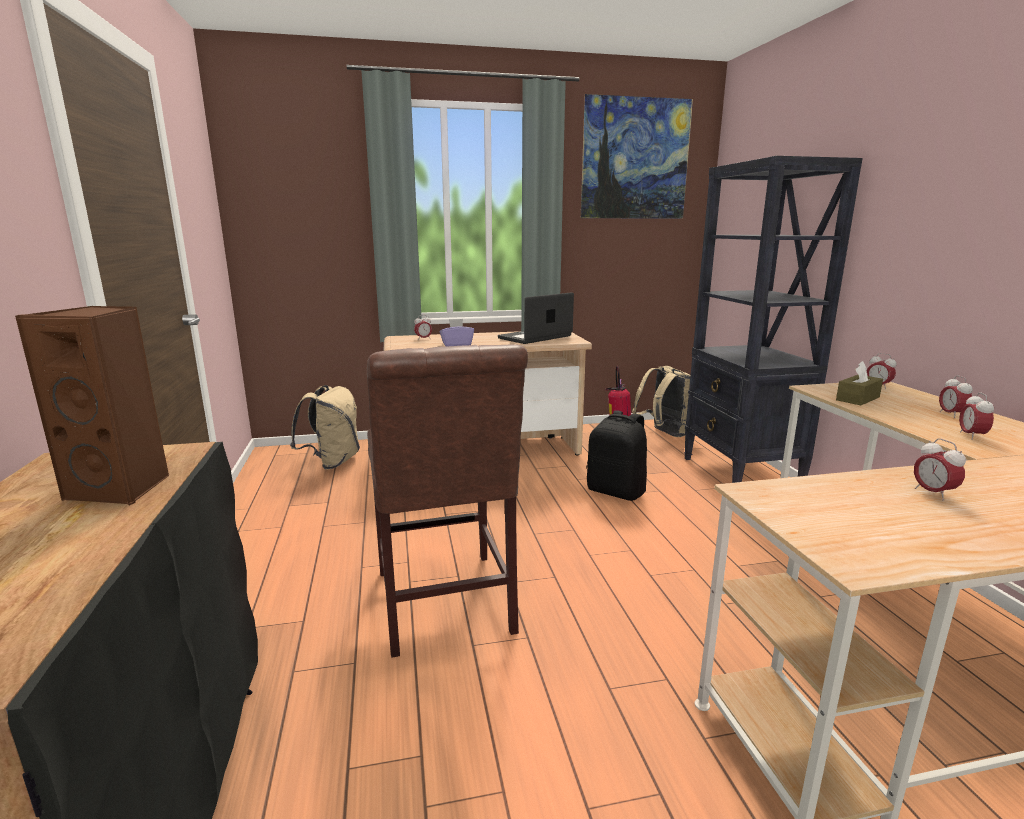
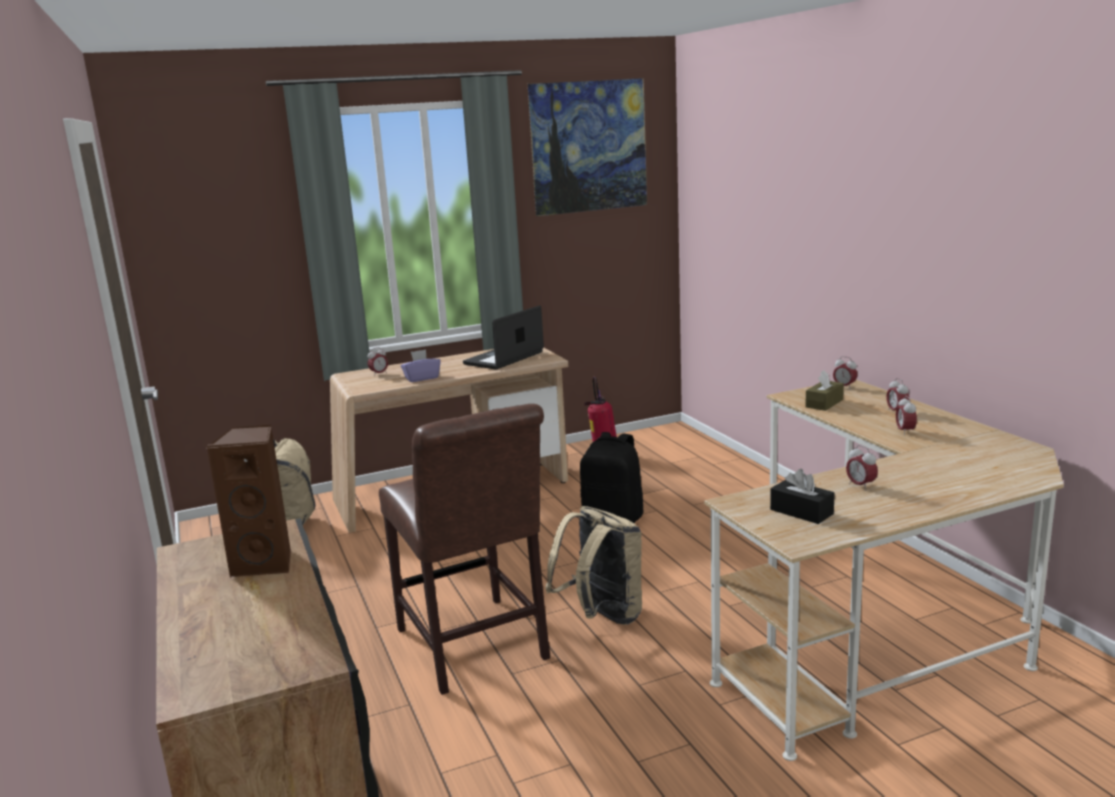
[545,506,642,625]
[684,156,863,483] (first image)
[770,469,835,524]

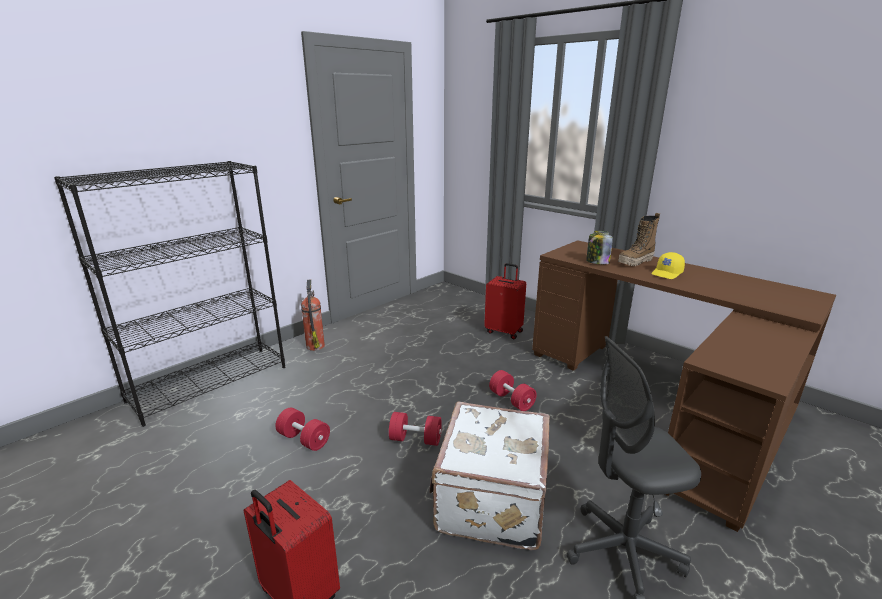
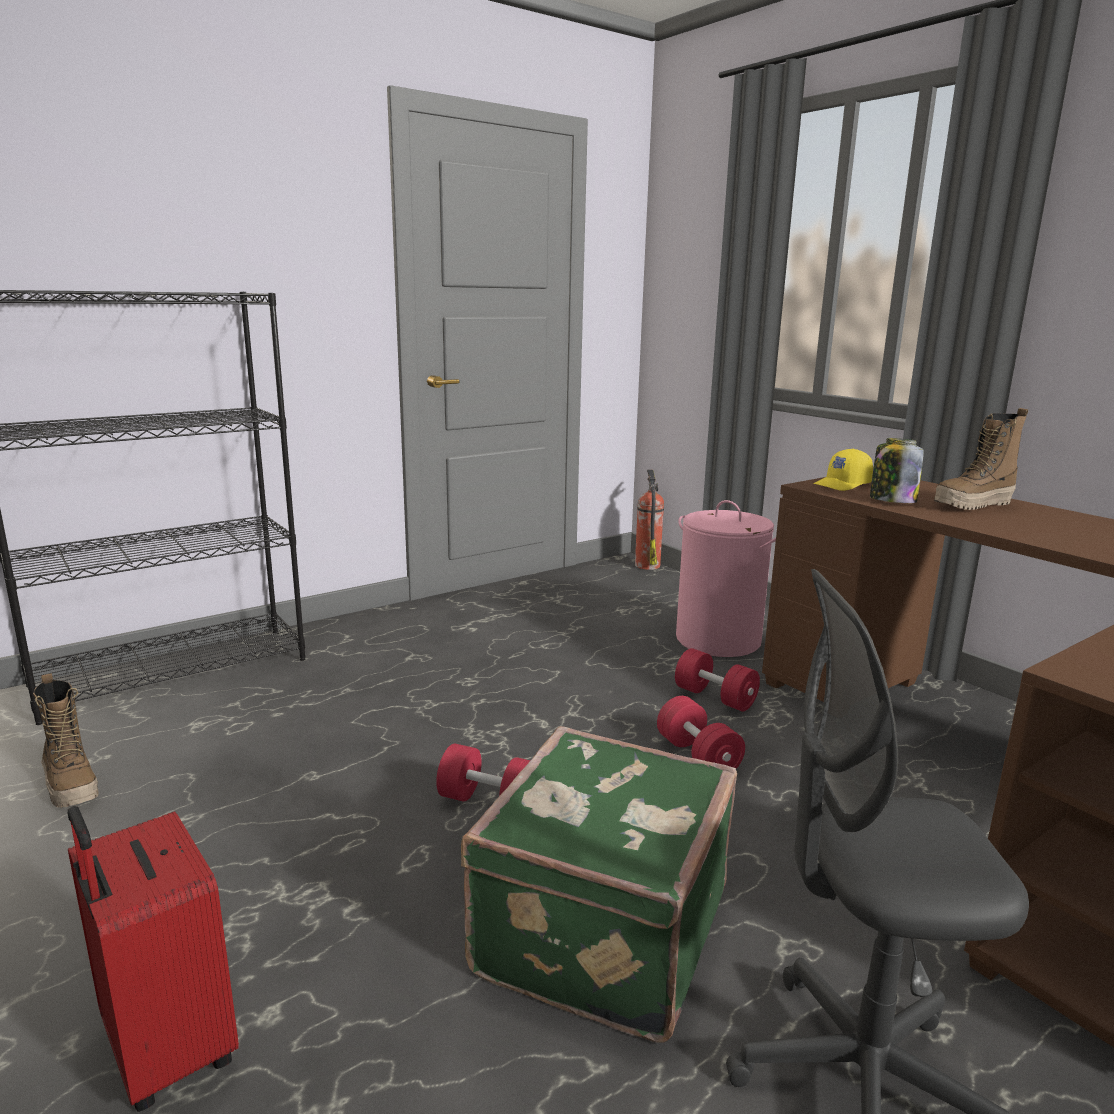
[675,648,760,711]
[635,470,664,570]
[461,726,737,1043]
[676,500,776,657]
[813,449,873,491]
[33,673,99,808]

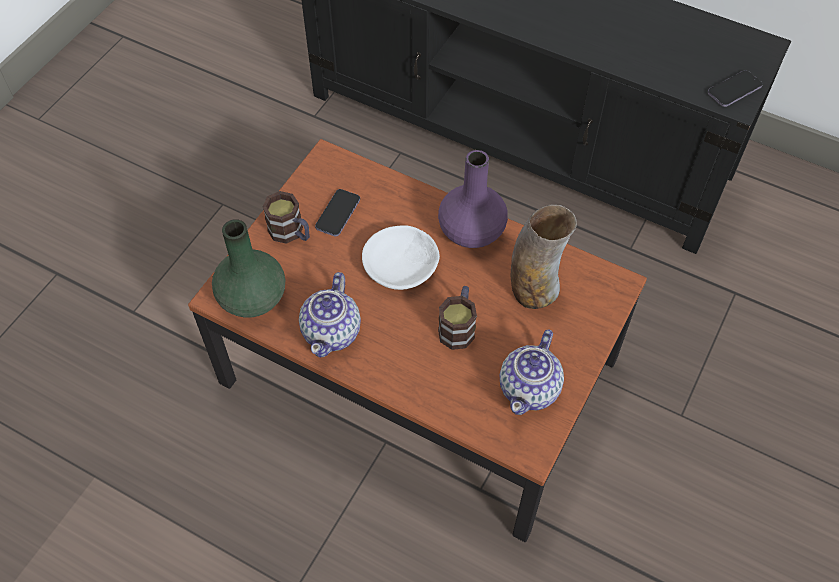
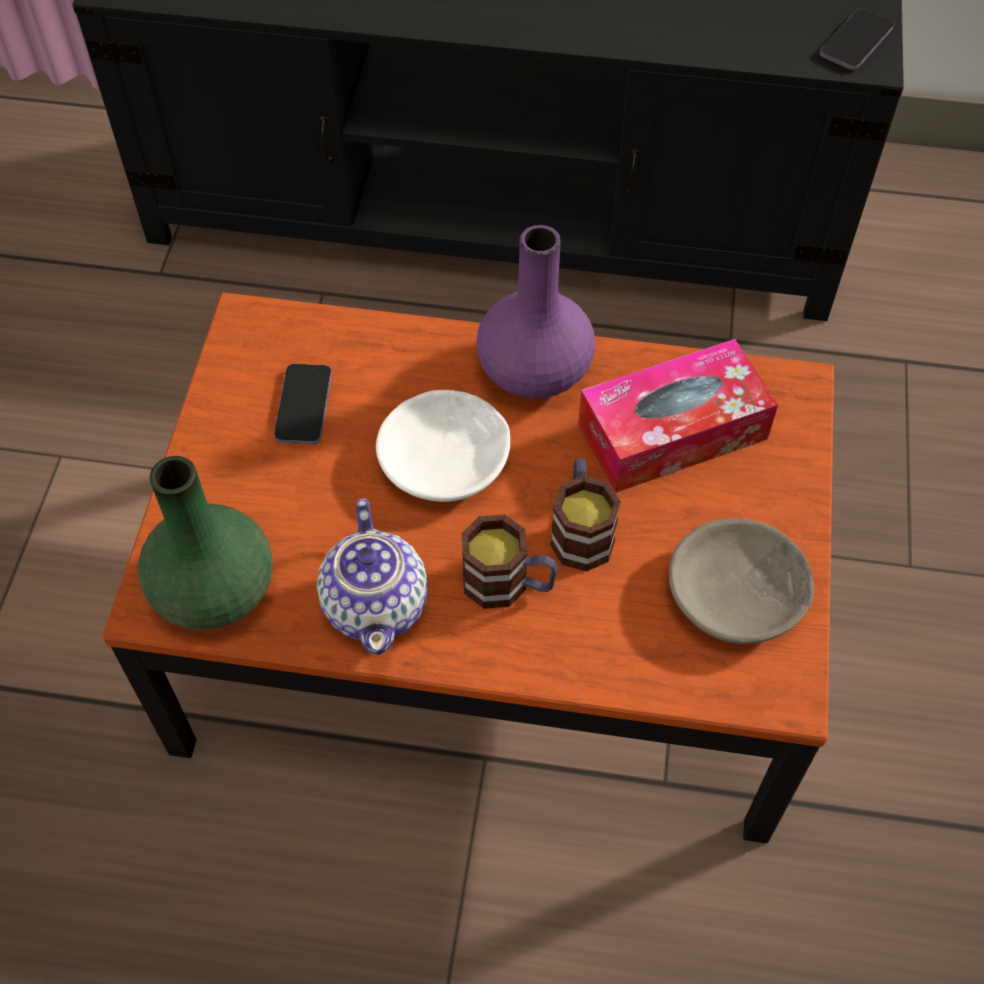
[461,514,558,609]
[669,518,814,644]
[578,339,778,493]

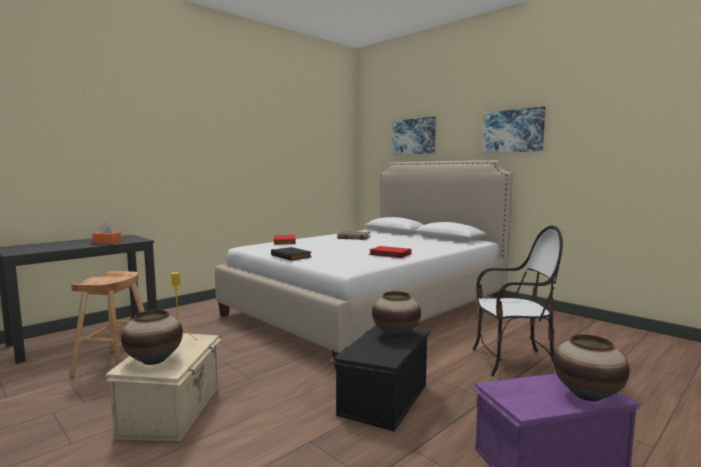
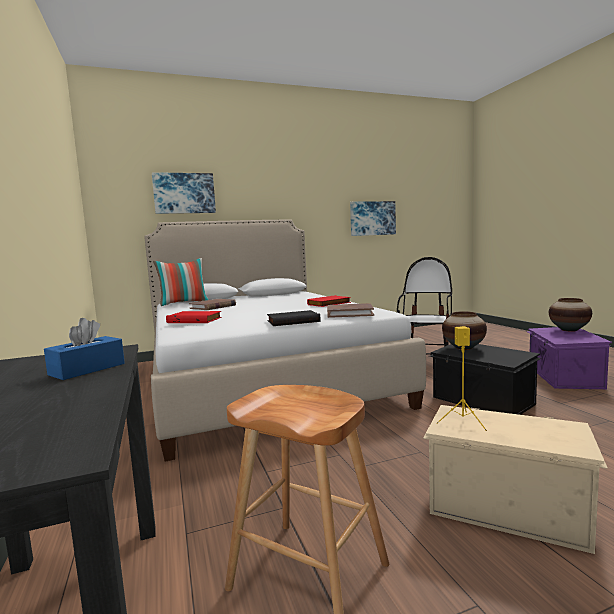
[44,318,125,380]
[121,310,183,365] (first image)
[350,201,396,236]
[153,258,209,306]
[327,303,374,318]

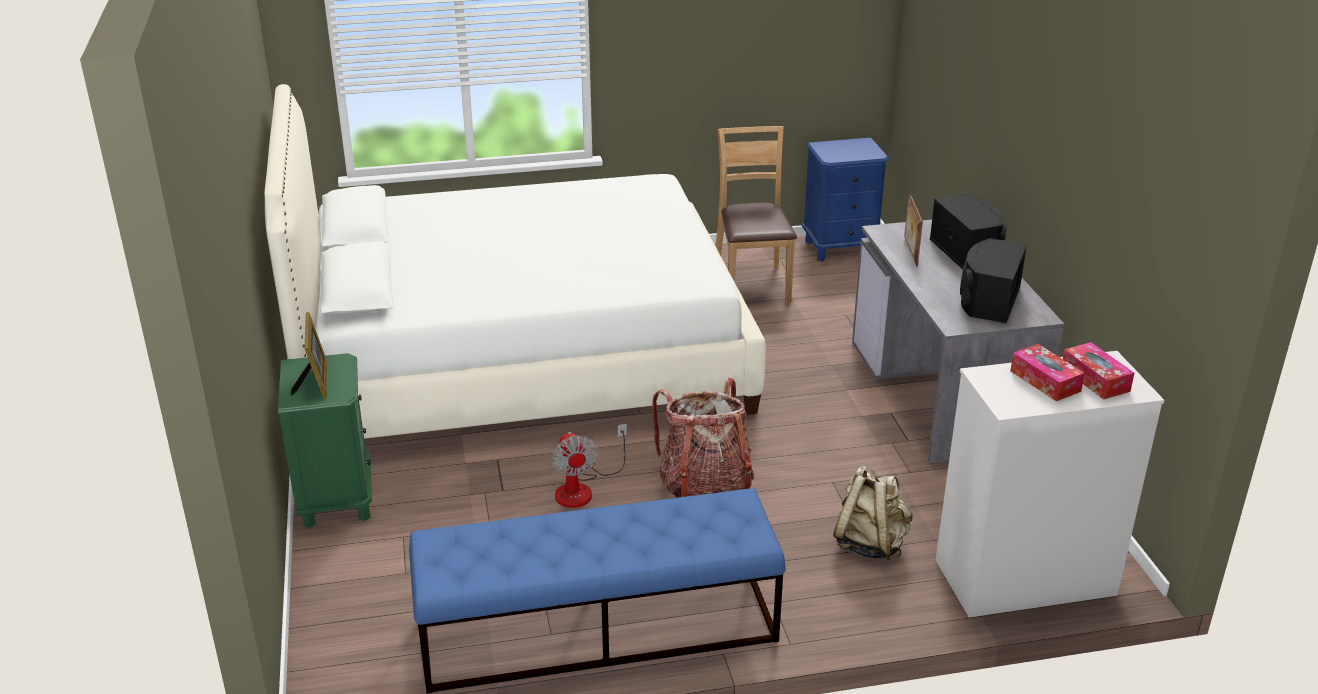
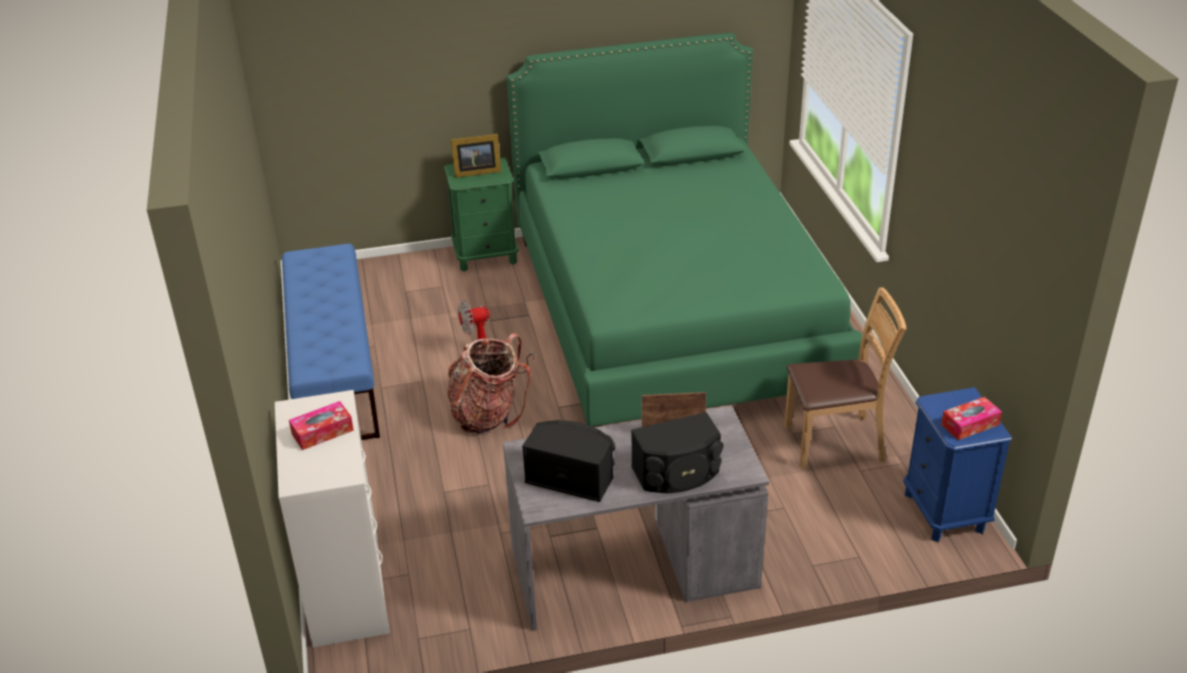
[507,33,862,427]
[833,465,913,560] (first image)
[941,397,1002,440]

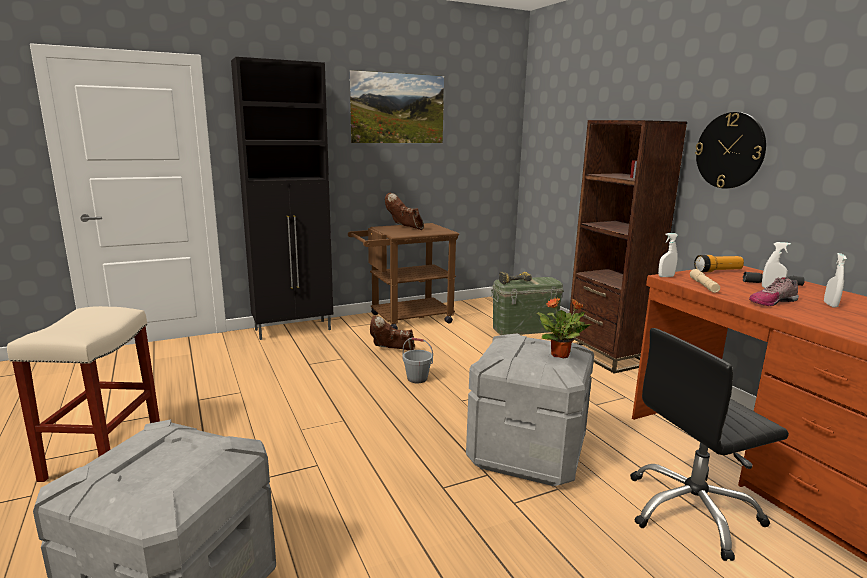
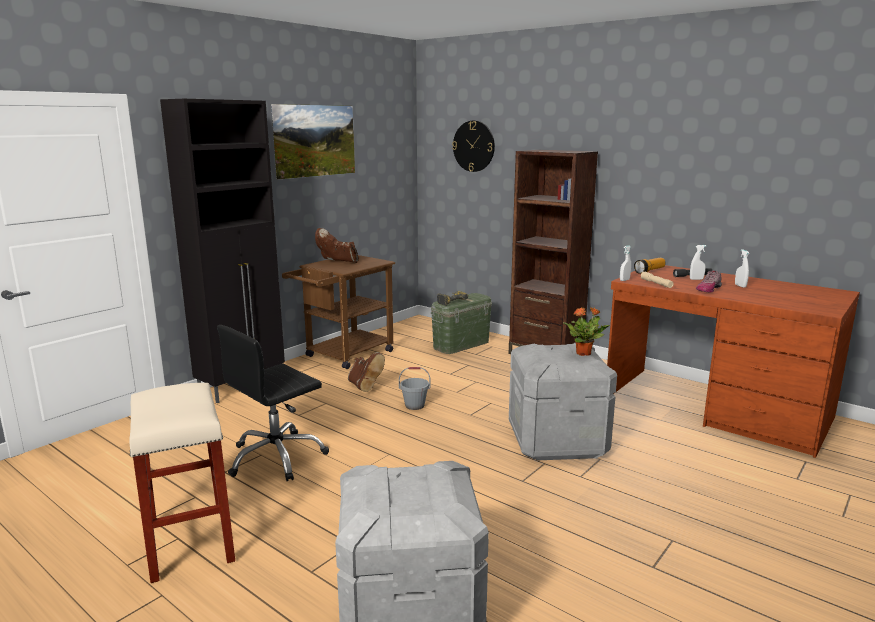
[348,352,385,392]
[217,325,329,481]
[452,120,495,172]

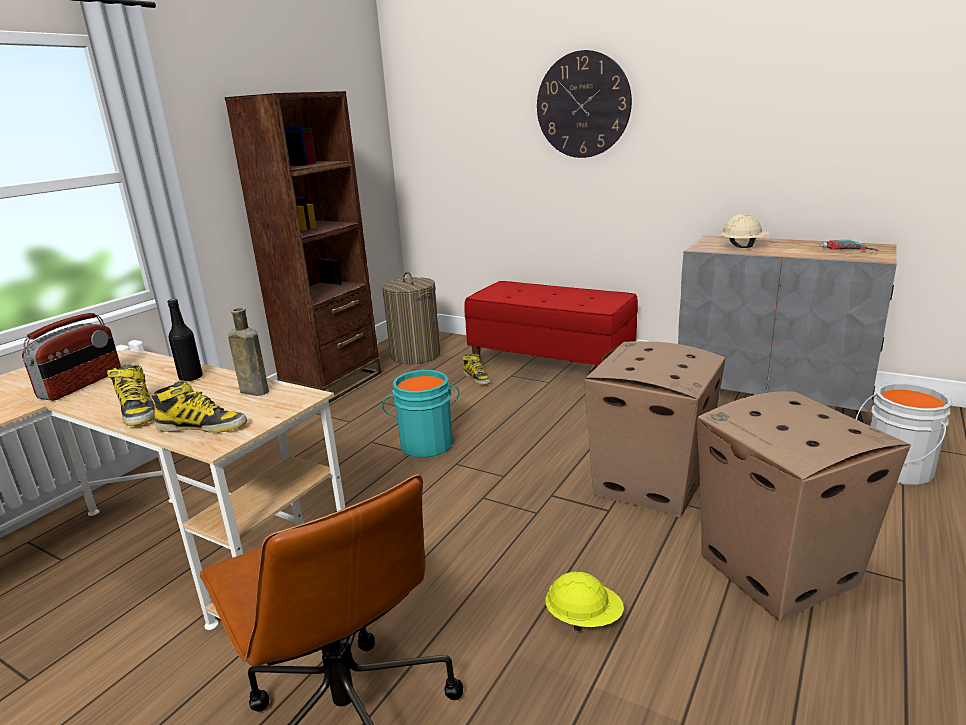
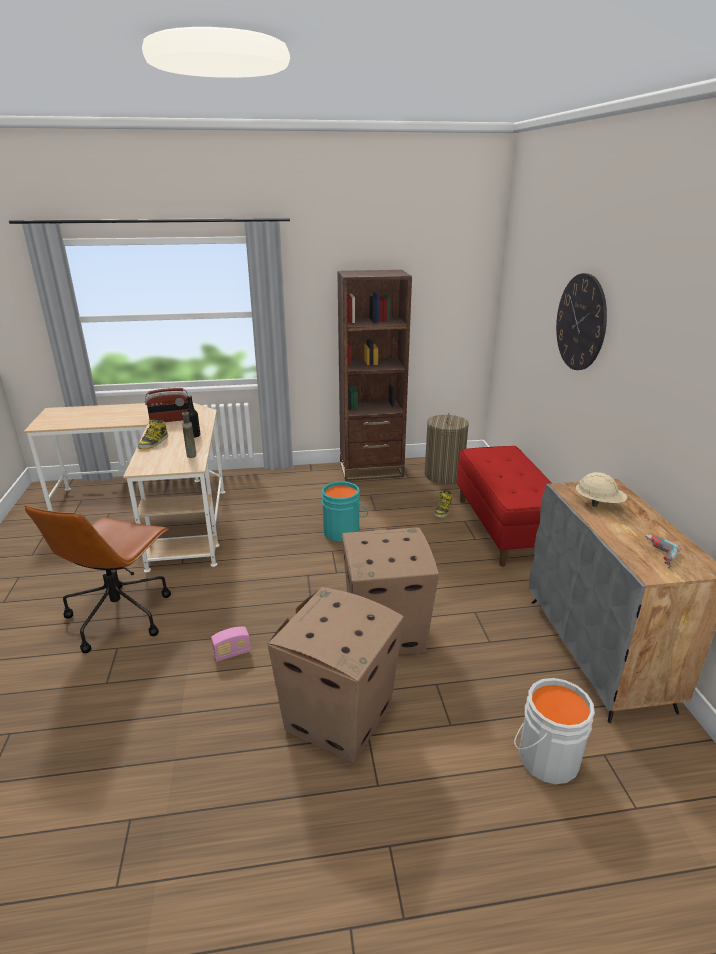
[152,380,247,433] (first image)
[211,627,251,661]

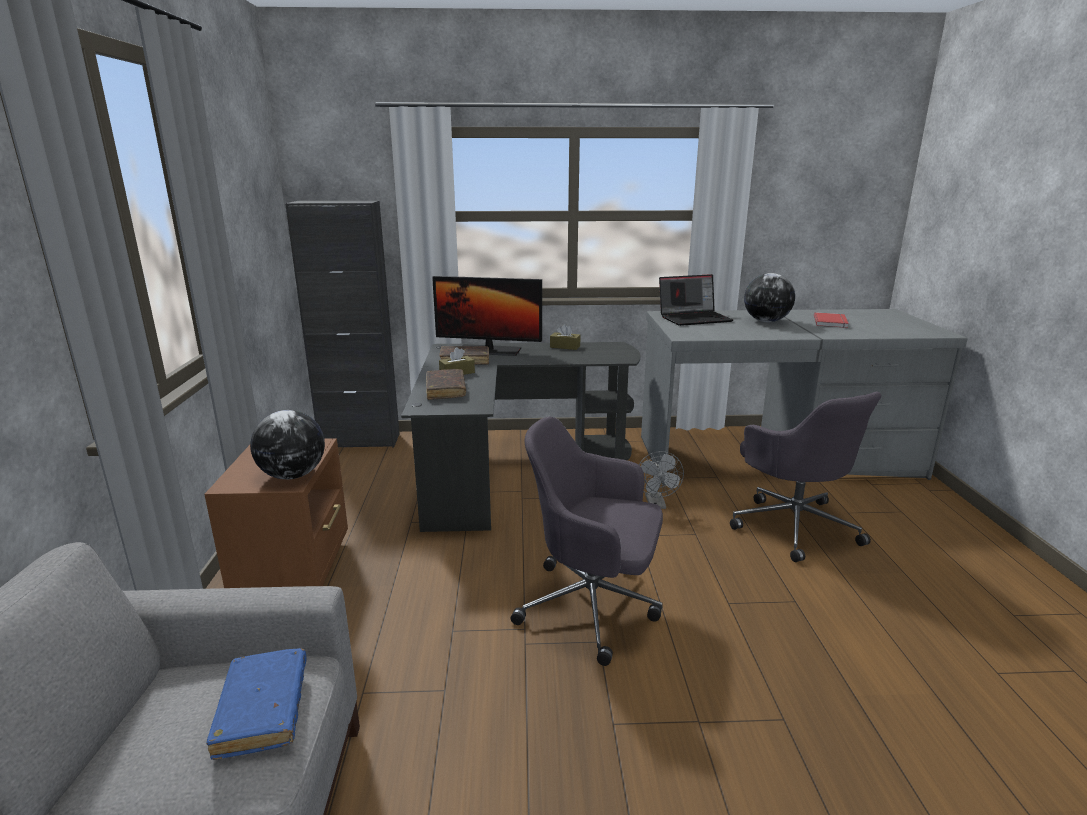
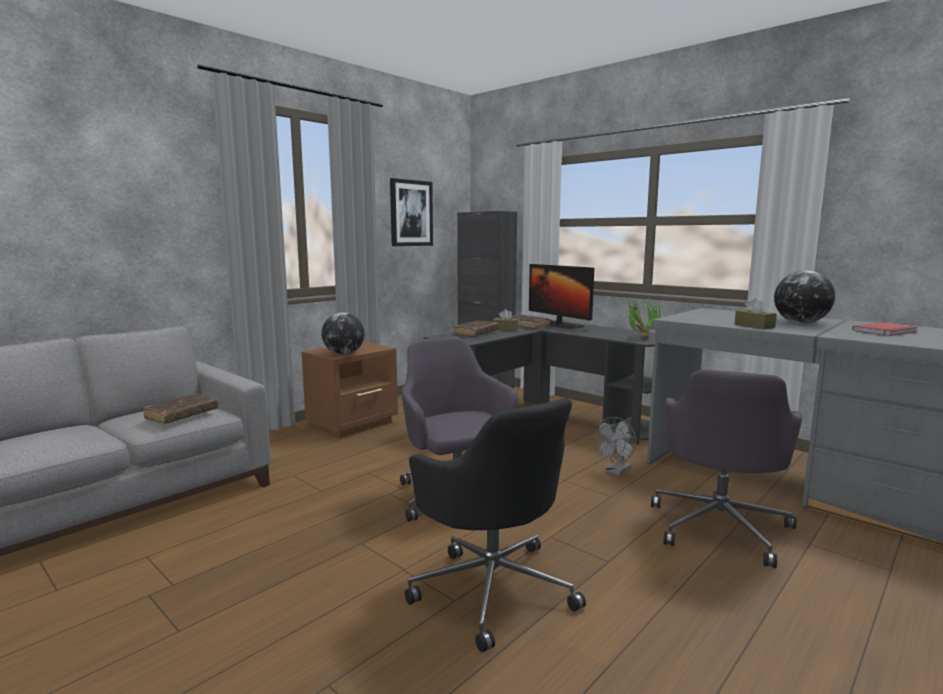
[142,394,218,424]
[735,298,777,329]
[659,274,733,326] (first image)
[390,178,433,246]
[405,398,586,652]
[627,298,661,339]

